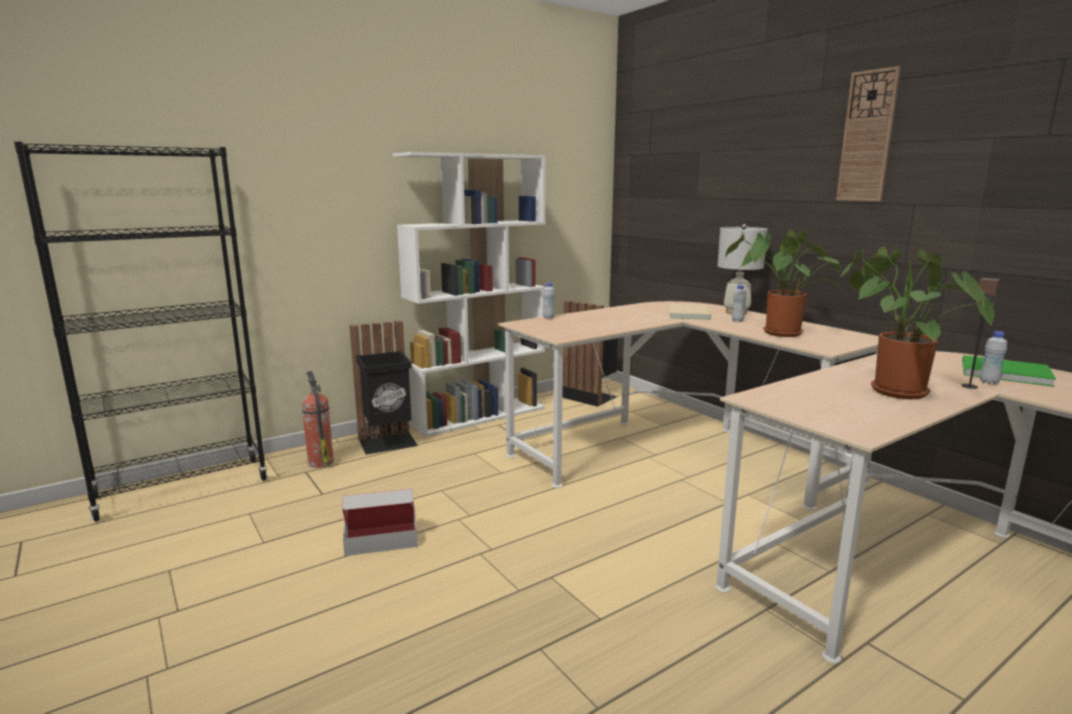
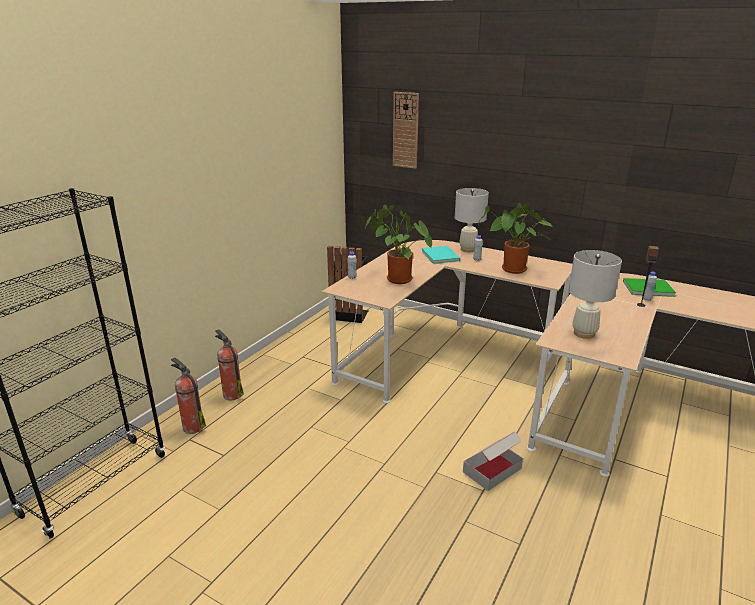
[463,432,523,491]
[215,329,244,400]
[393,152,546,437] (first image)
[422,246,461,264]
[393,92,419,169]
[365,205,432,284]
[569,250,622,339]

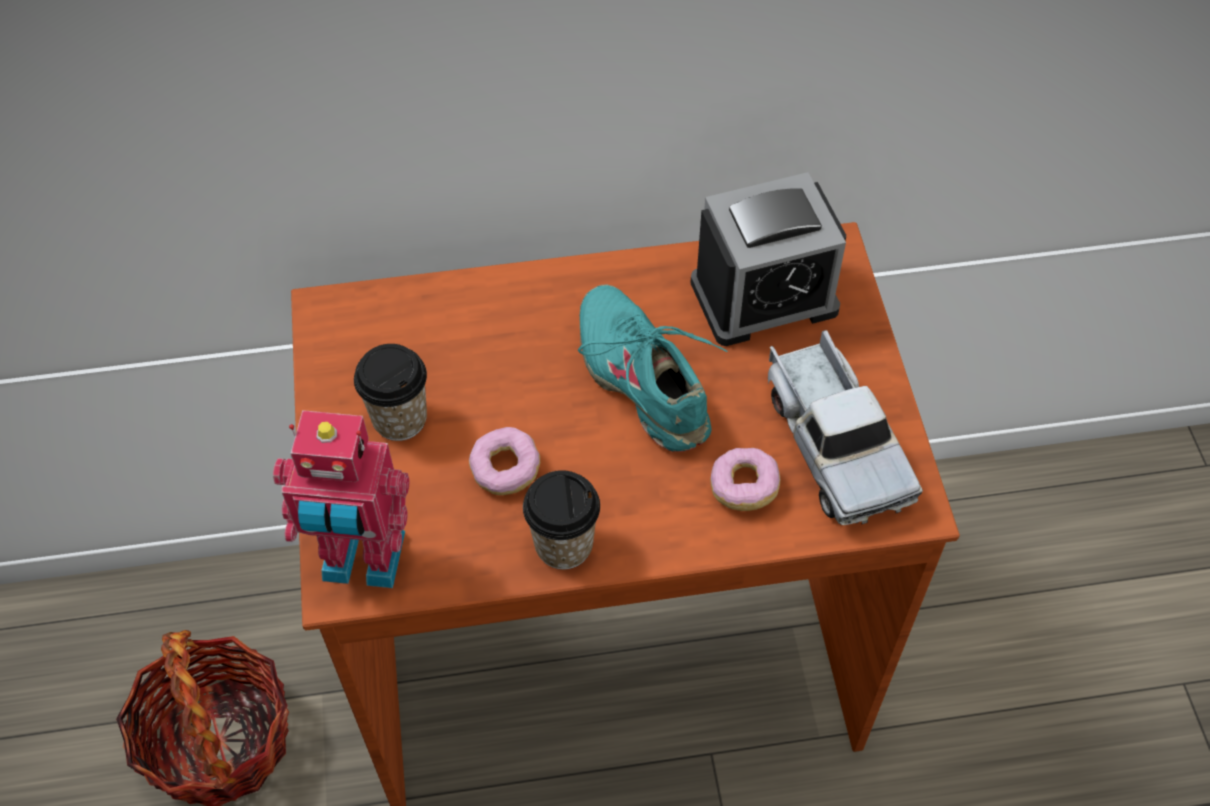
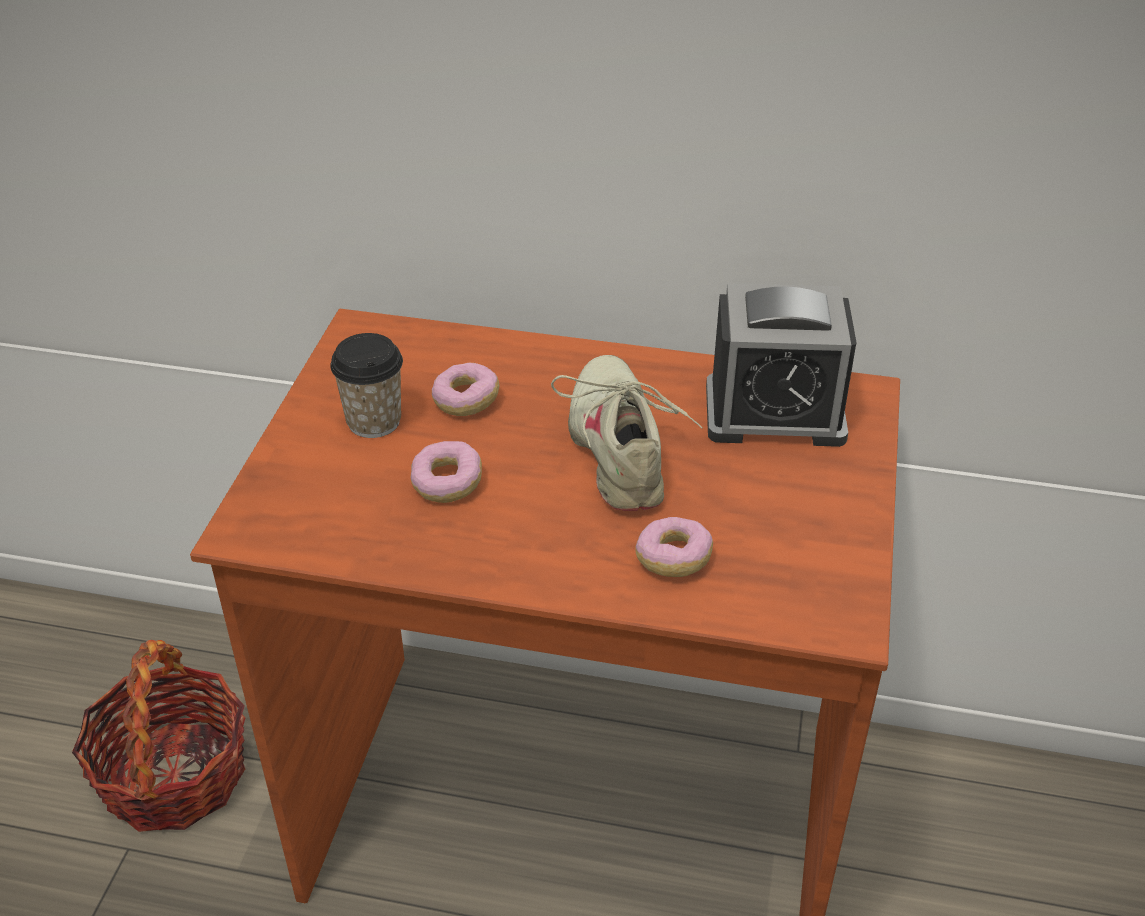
[273,410,410,588] (first image)
[523,470,600,569] (first image)
[551,355,703,511]
[768,330,923,525] (first image)
[432,363,499,416]

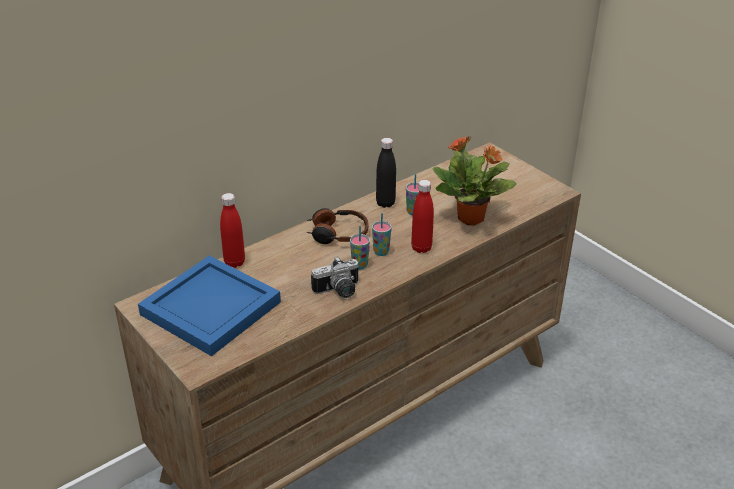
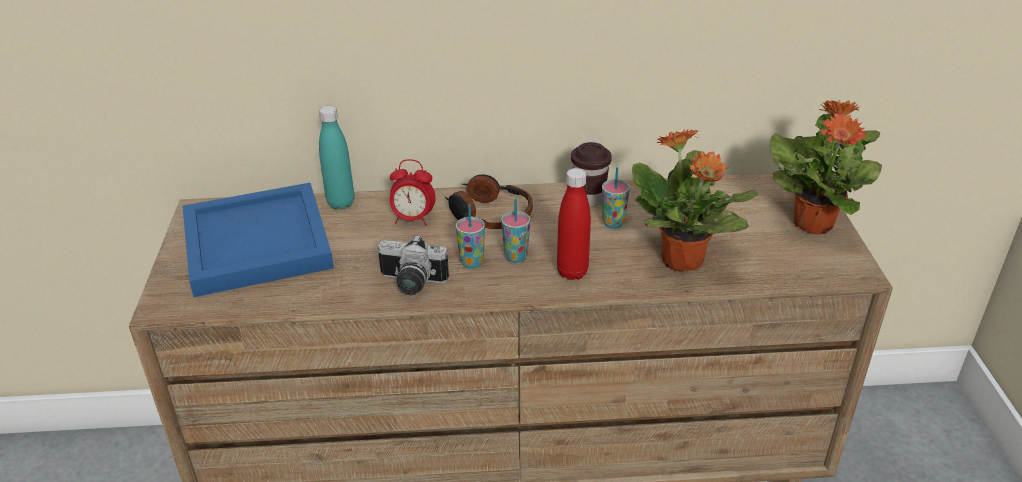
[319,106,354,209]
[571,142,612,207]
[390,159,436,226]
[770,100,882,234]

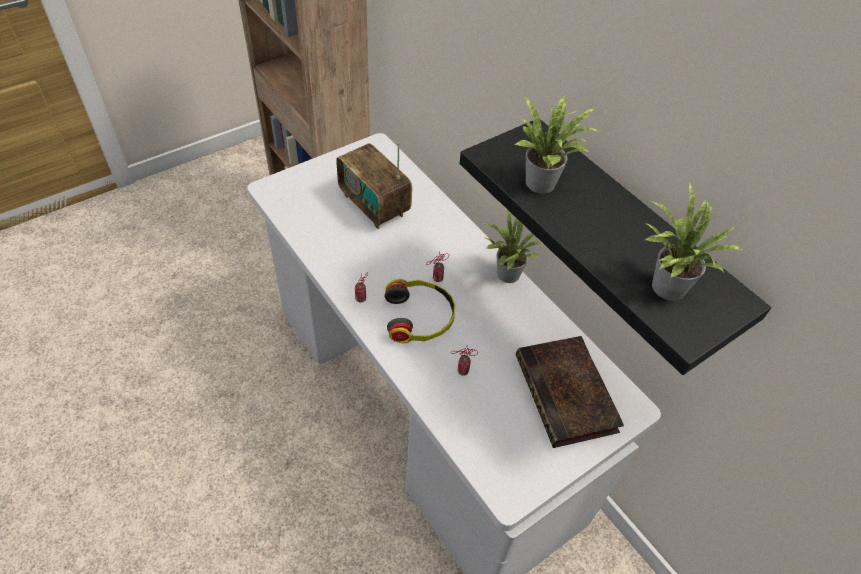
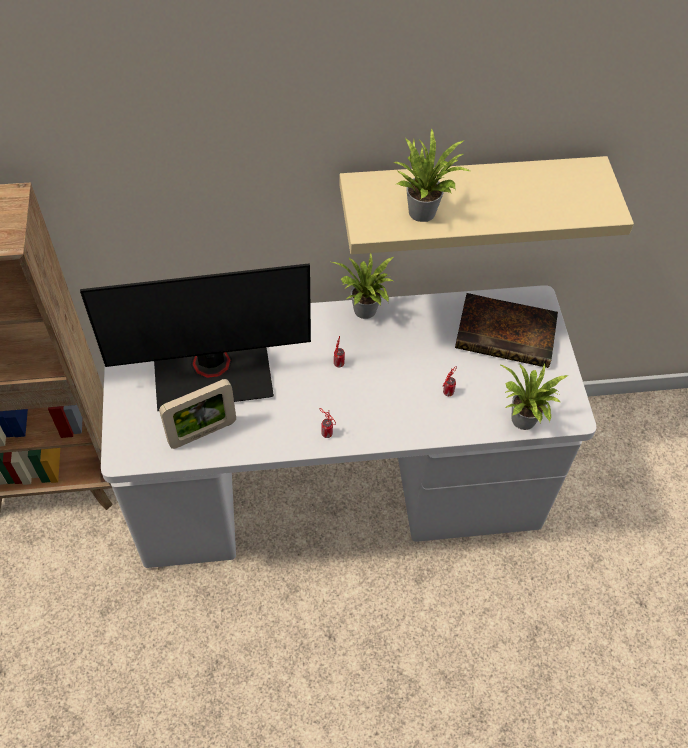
[80,263,311,411]
[385,279,456,343] (first image)
[339,156,634,254]
[499,364,568,430]
[159,379,236,449]

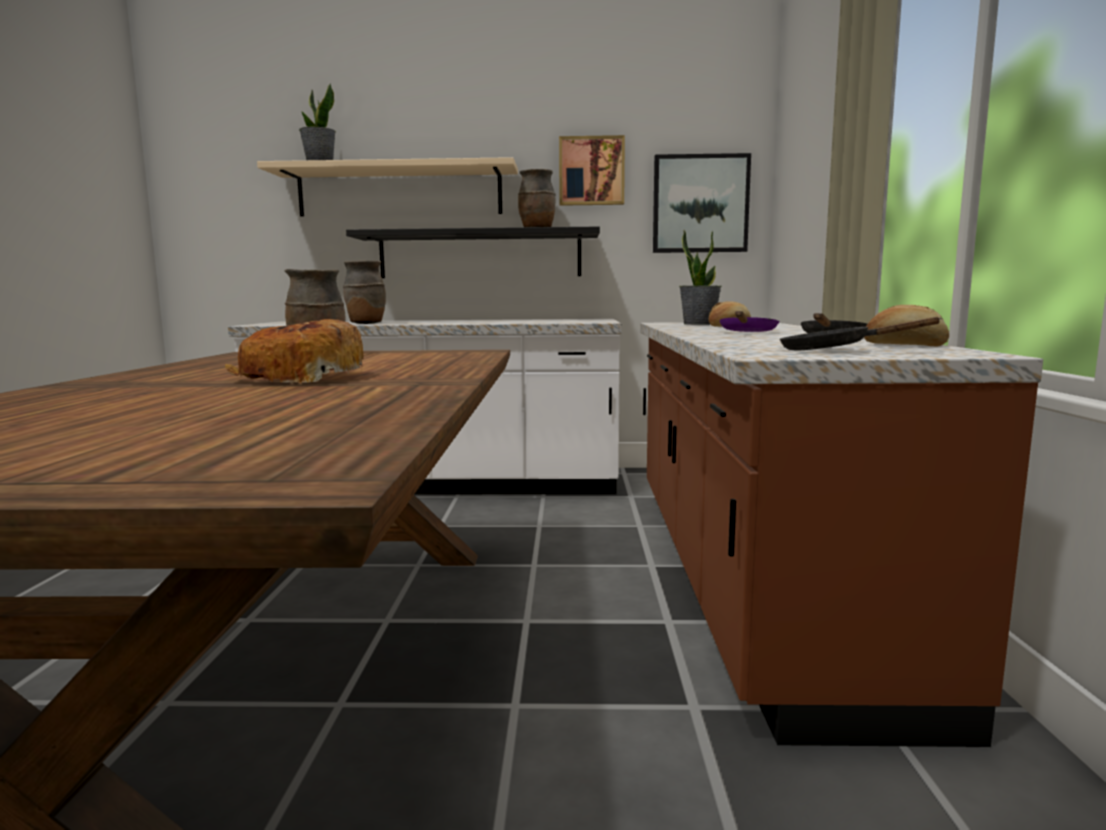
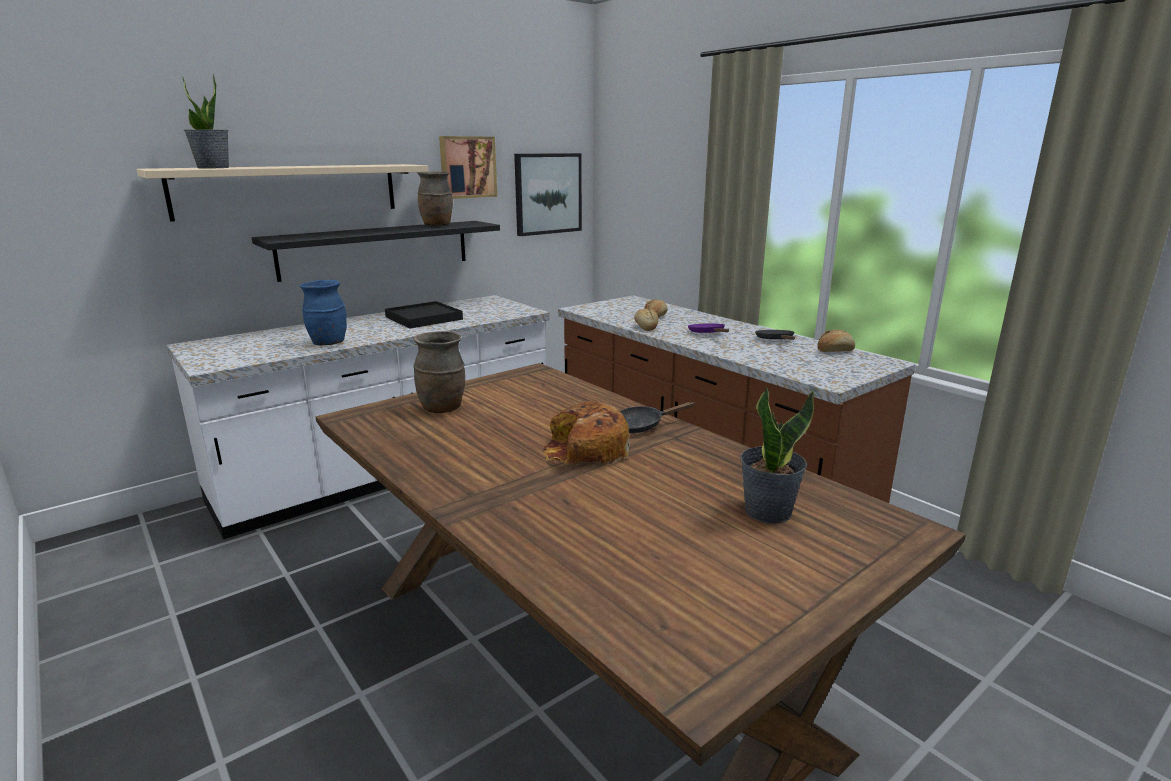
[300,280,347,346]
[740,387,815,524]
[620,401,695,433]
[385,301,463,328]
[634,308,659,331]

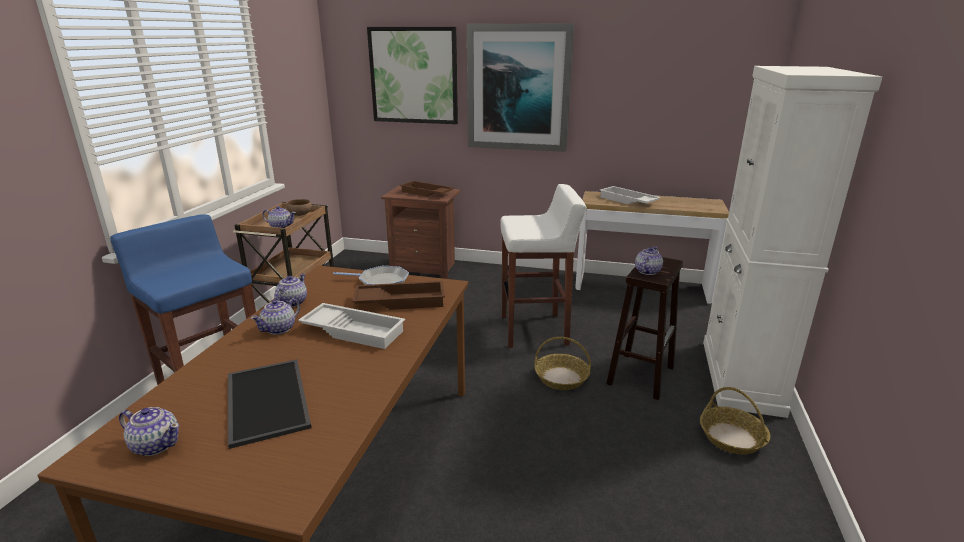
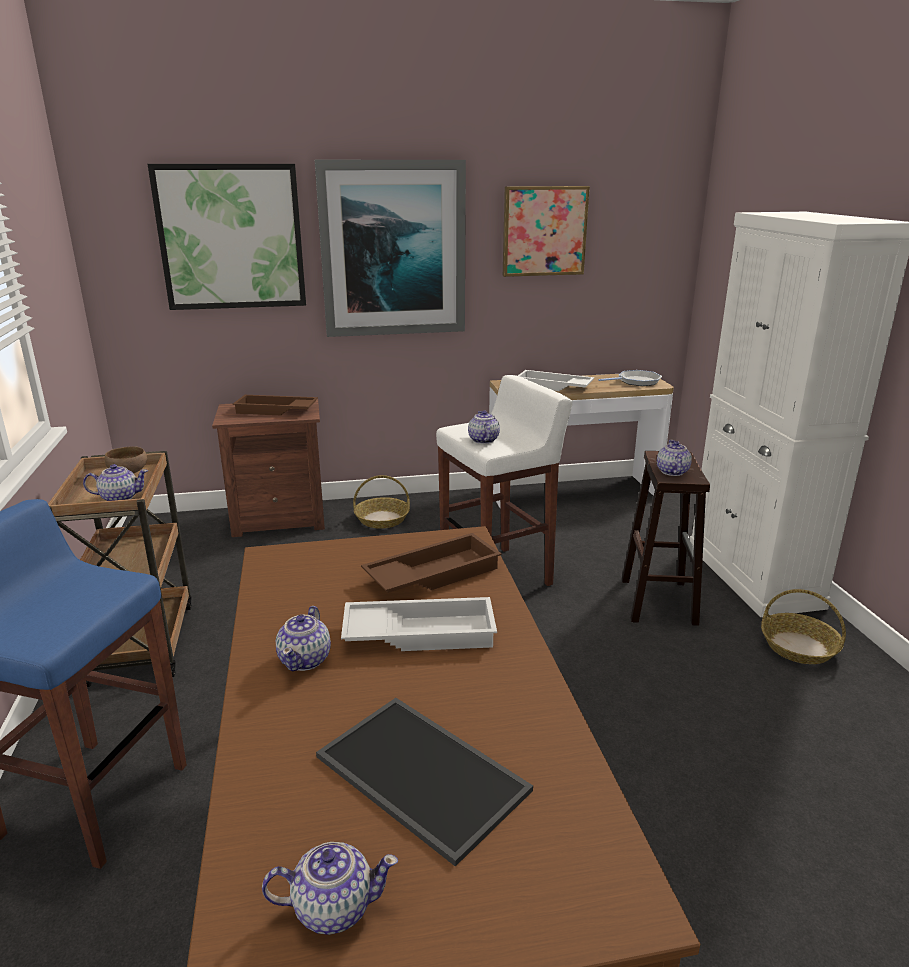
[468,411,500,444]
[598,370,662,386]
[353,475,410,529]
[503,186,590,277]

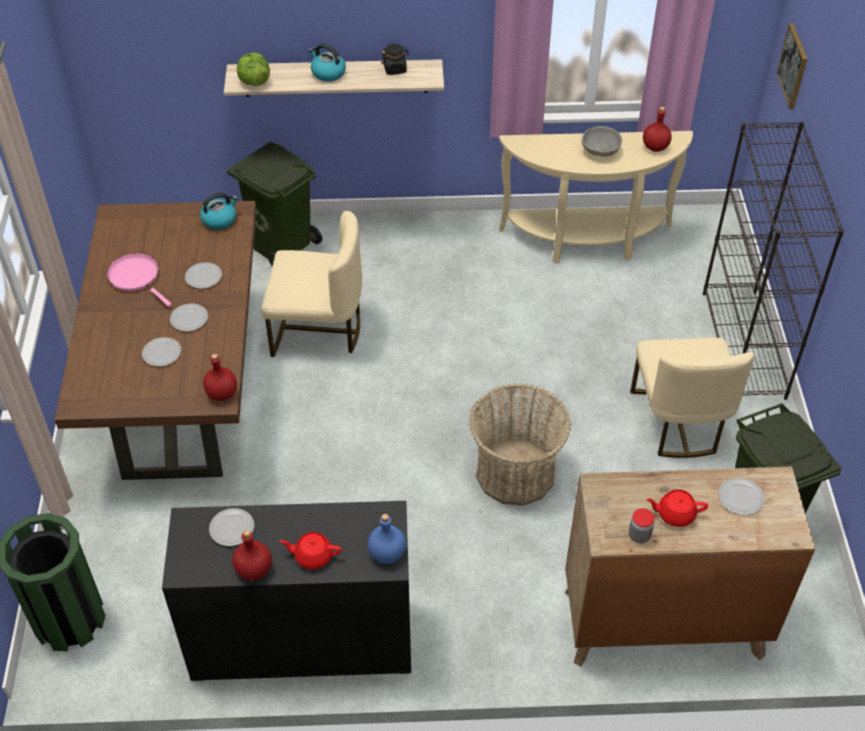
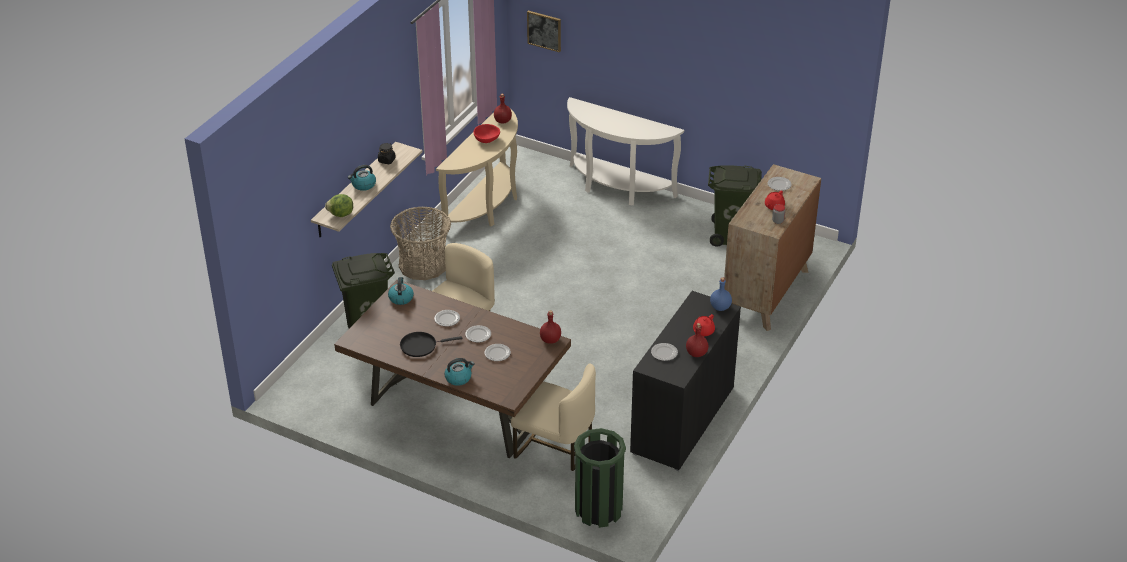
[400,332,462,357]
[390,207,451,280]
[474,124,500,143]
[511,363,596,471]
[567,97,684,206]
[444,358,475,386]

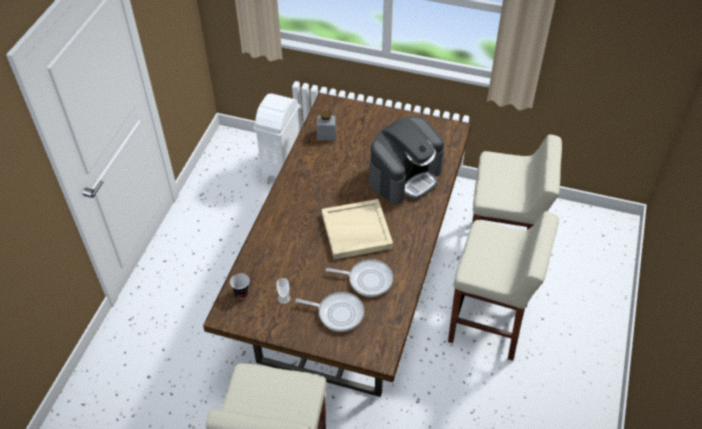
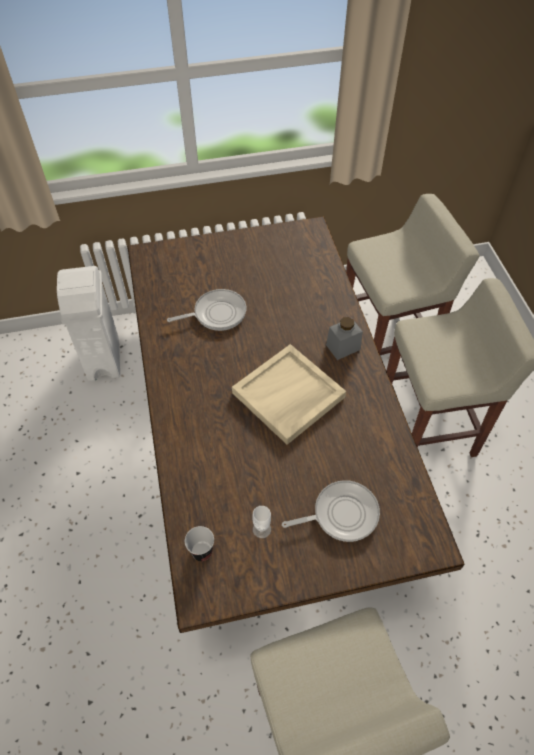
[326,317,363,360]
[167,289,246,331]
[369,116,445,205] (first image)

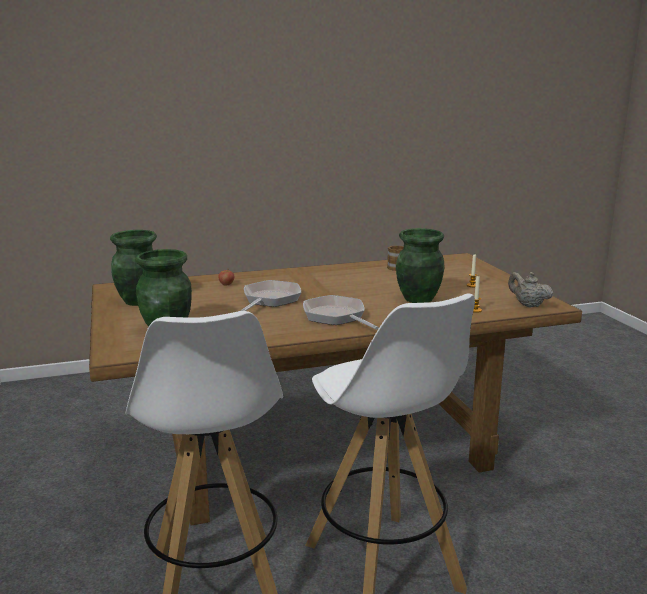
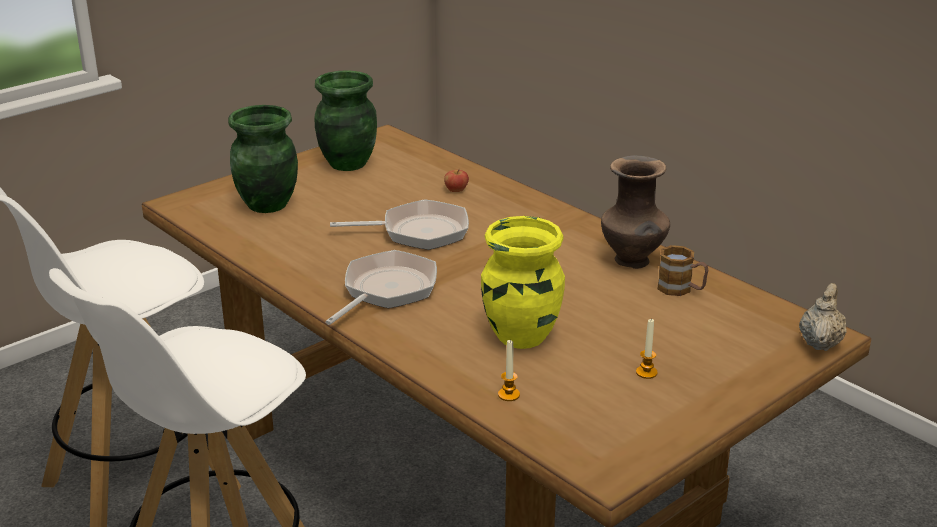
[481,216,565,349]
[799,283,846,351]
[601,155,670,269]

